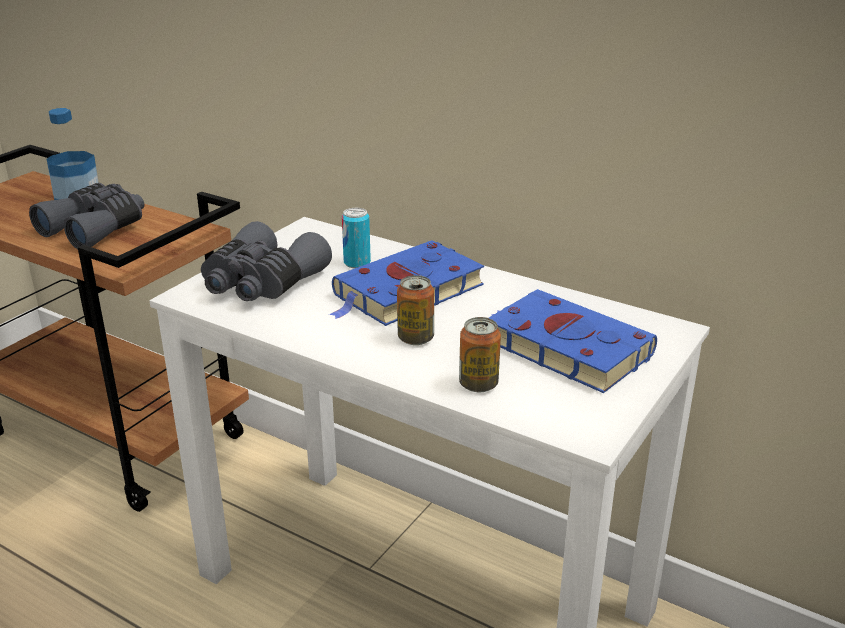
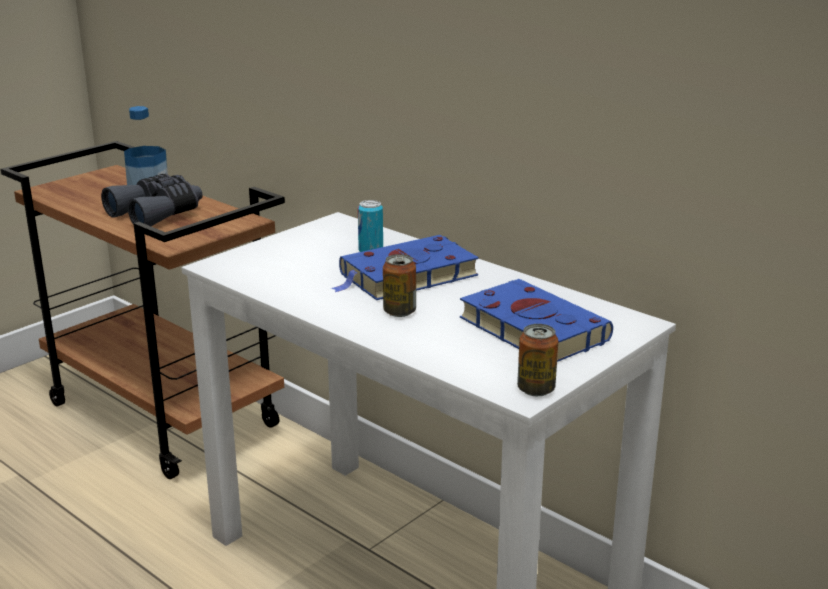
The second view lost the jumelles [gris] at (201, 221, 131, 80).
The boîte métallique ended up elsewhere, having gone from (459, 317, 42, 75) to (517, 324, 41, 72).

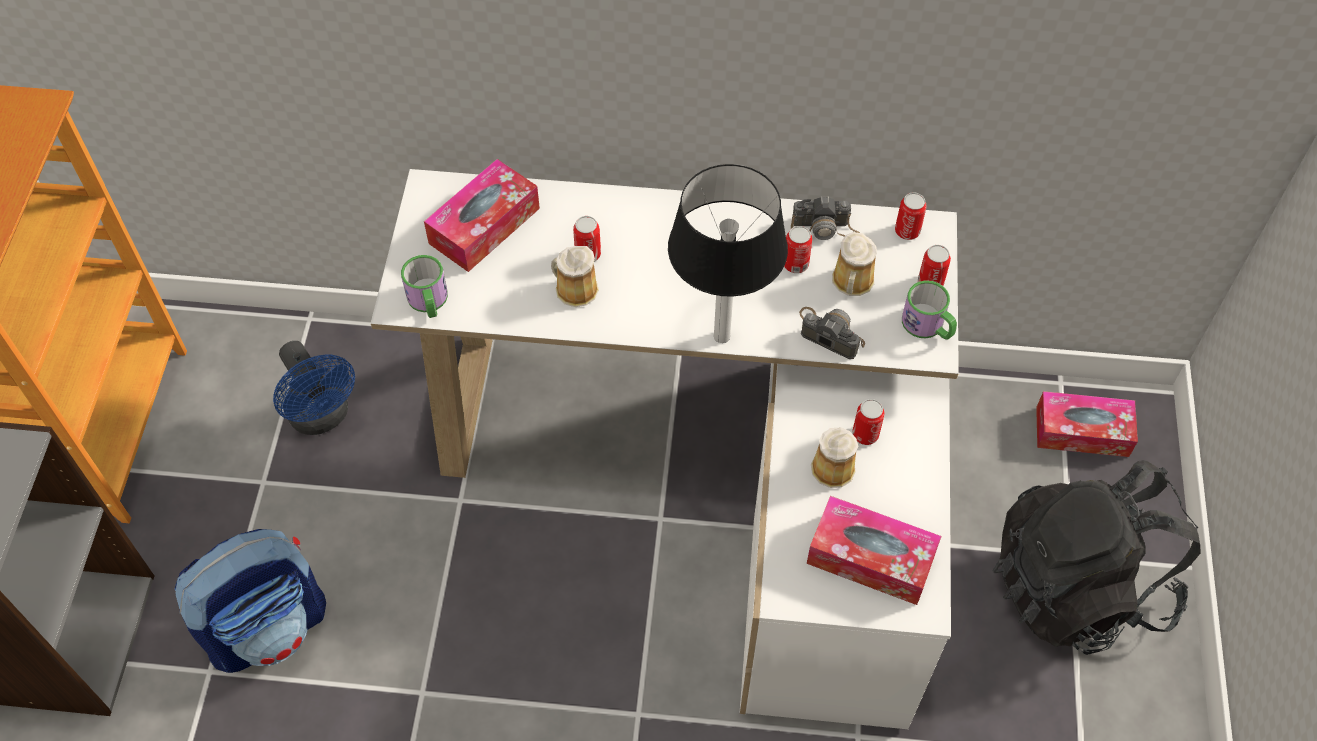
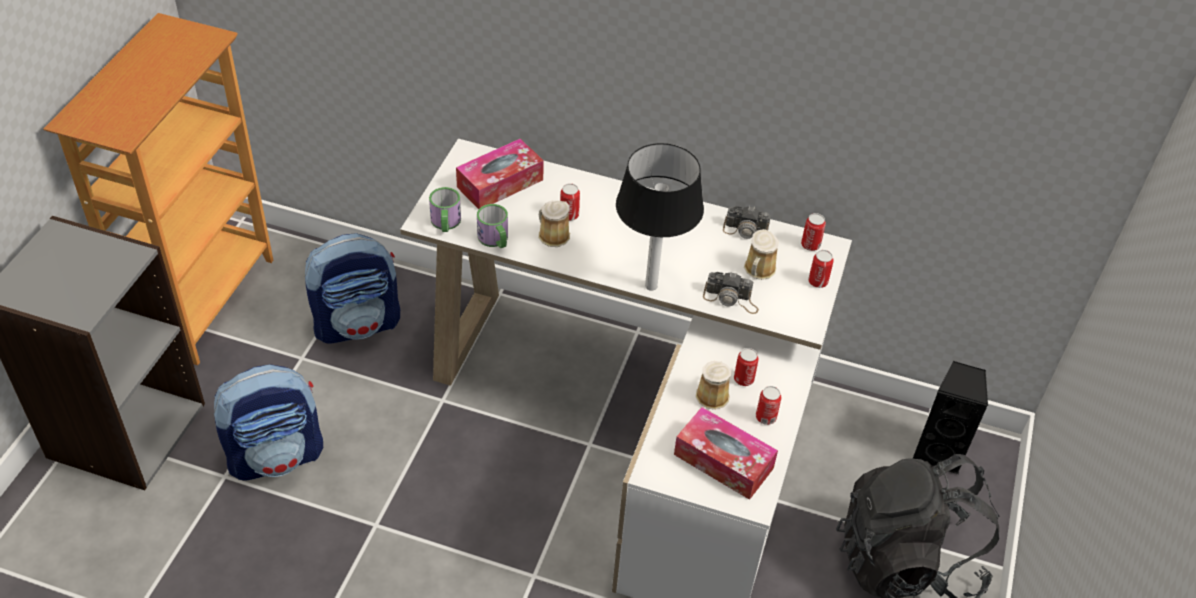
The boîte métallique ended up elsewhere, having gone from (784, 226, 28, 47) to (756, 386, 25, 39).
The mug ended up elsewhere, having gone from (902, 280, 55, 60) to (477, 204, 31, 44).
The appareil photo at (799, 307, 66, 52) ended up facing another way, 150 degrees clockwise from before.
Where the ventilateur [bleu] stood at (273, 341, 82, 94), the sac à dos came to stand at (305, 233, 95, 111).
Where the boîte à mouchoirs stood at (1036, 391, 102, 66), the enceinte [noir] came to stand at (913, 361, 75, 113).

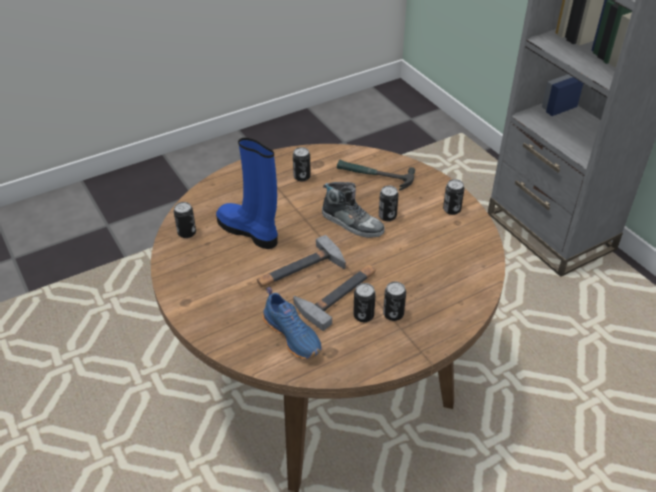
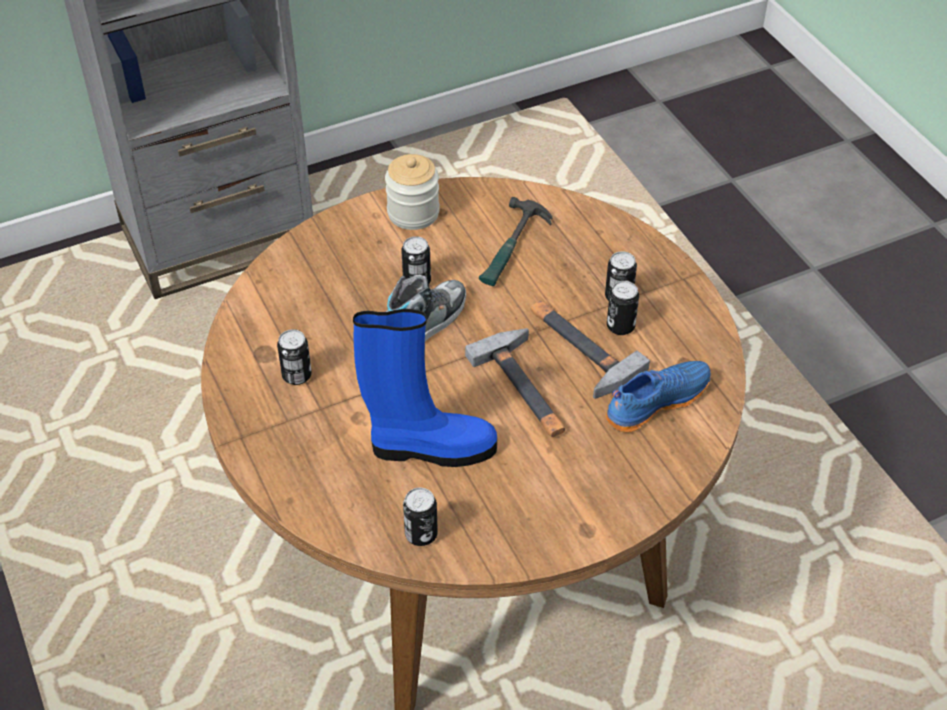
The botte [bleu] at (216, 138, 62, 111) ended up facing another way, 135 degrees counterclockwise from before.
The marteau ended up elsewhere, having gone from (337, 159, 78, 32) to (479, 197, 73, 89).
Where the boîte métallique stood at (443, 179, 21, 36), the bocal came to stand at (385, 154, 55, 76).

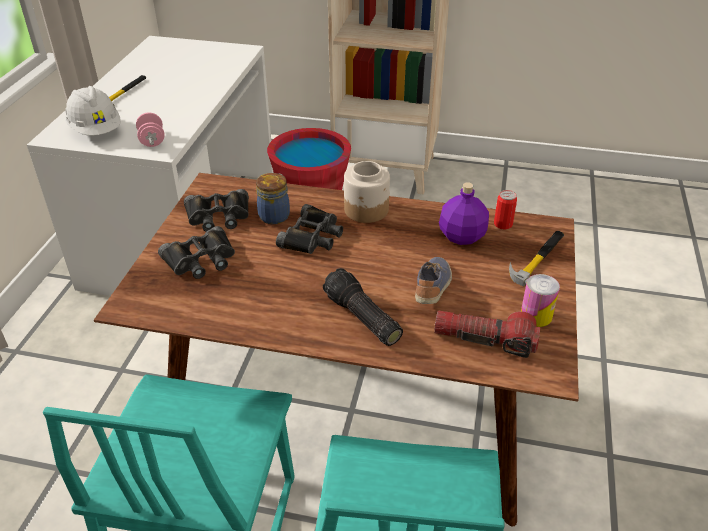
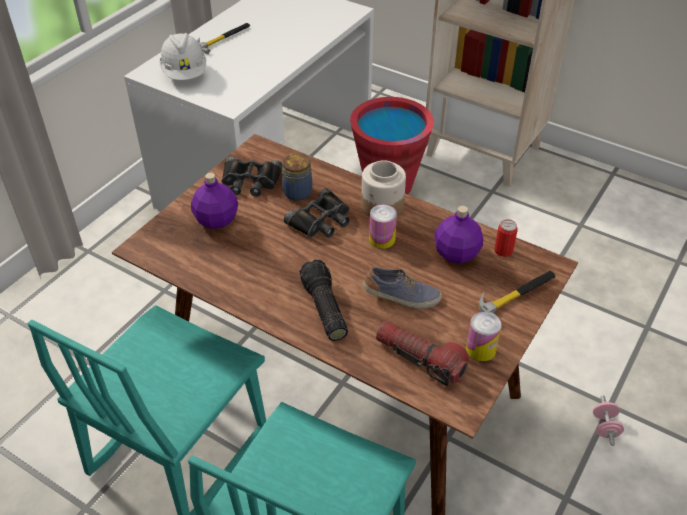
The haltère [rose] ended up elsewhere, having gone from (136, 112, 29, 35) to (593, 395, 31, 51).
Where the jumelles [noir] stood at (158, 226, 77, 53), the bouteille [violet] came to stand at (191, 173, 47, 56).
The chaussure at (415, 257, 37, 47) ended up facing another way, 60 degrees clockwise from before.
The second view gained the boîte métallique at (369, 205, 28, 44).

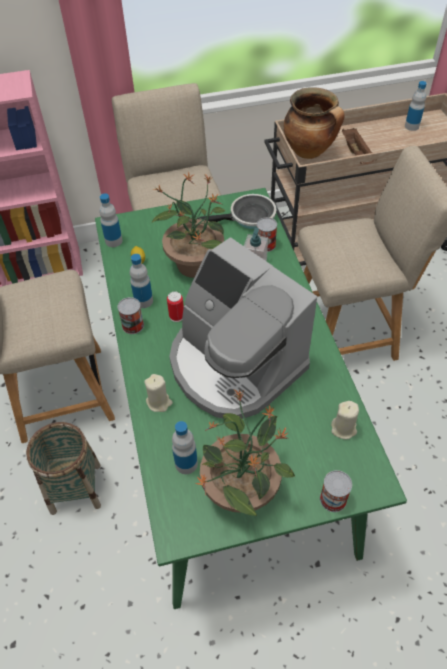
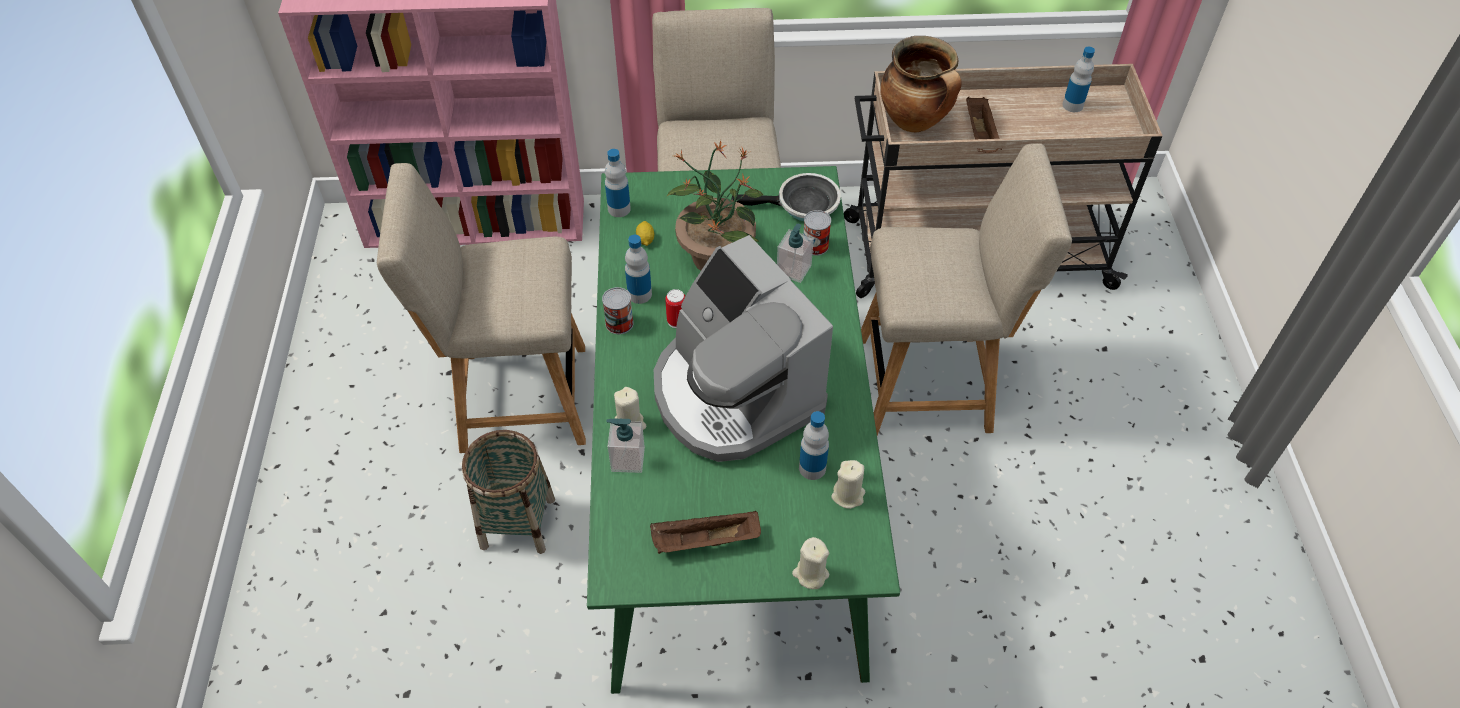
Where the plante en pot stood at (195, 389, 100, 127), the plateau [marron] came to stand at (650, 511, 111, 43).
The bouteille ended up elsewhere, having gone from (172, 421, 26, 53) to (799, 411, 30, 69).
Where the boîte métallique stood at (320, 470, 32, 42), the bougie [beige] came to stand at (792, 537, 37, 52).
The second view gained the distributeur de savon at (606, 419, 39, 54).

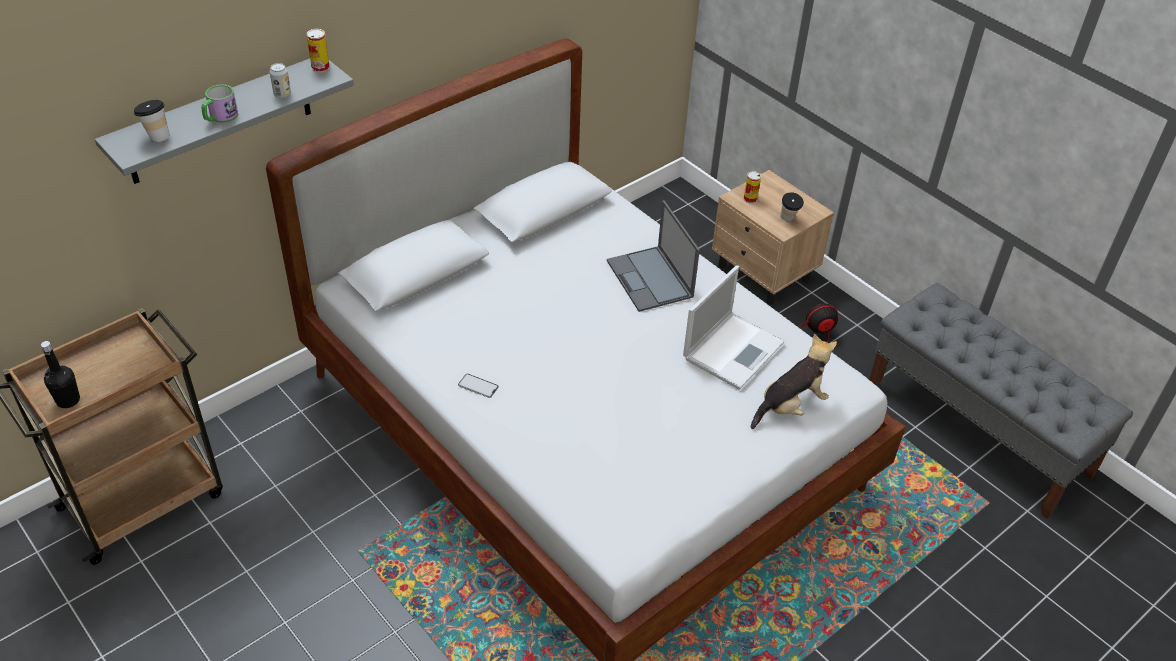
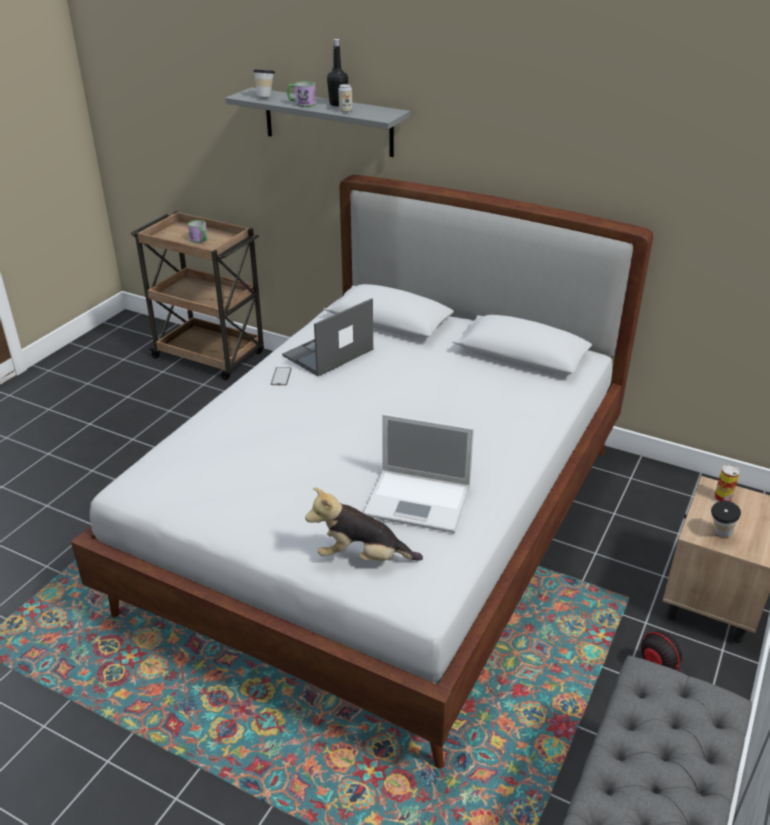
The second view lost the boîte métallique at (307, 29, 23, 44).
The ordinateur portable ended up elsewhere, having gone from (607, 200, 93, 112) to (282, 298, 91, 78).
The peluche at (751, 334, 86, 95) ended up facing another way, 150 degrees clockwise from before.
The bouteille [noir] ended up elsewhere, having gone from (41, 341, 39, 67) to (327, 39, 21, 67).
The second view gained the mug at (188, 220, 20, 23).

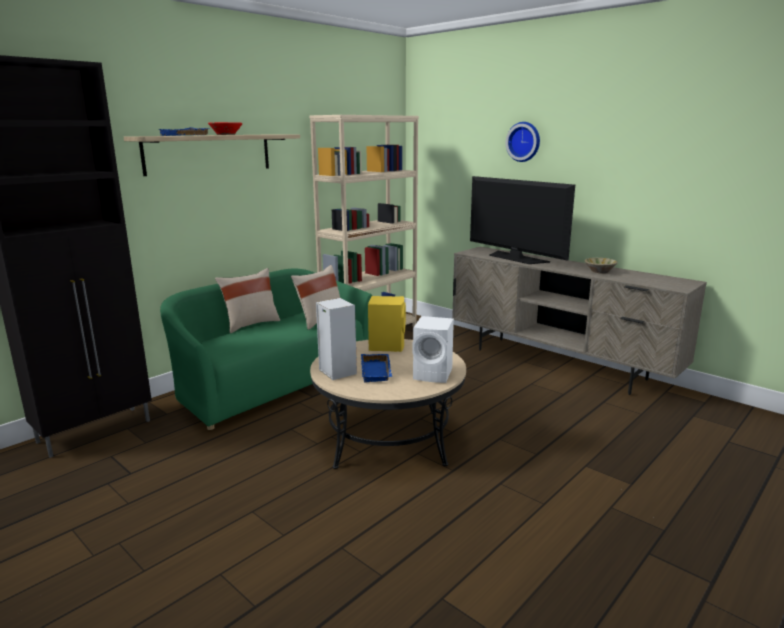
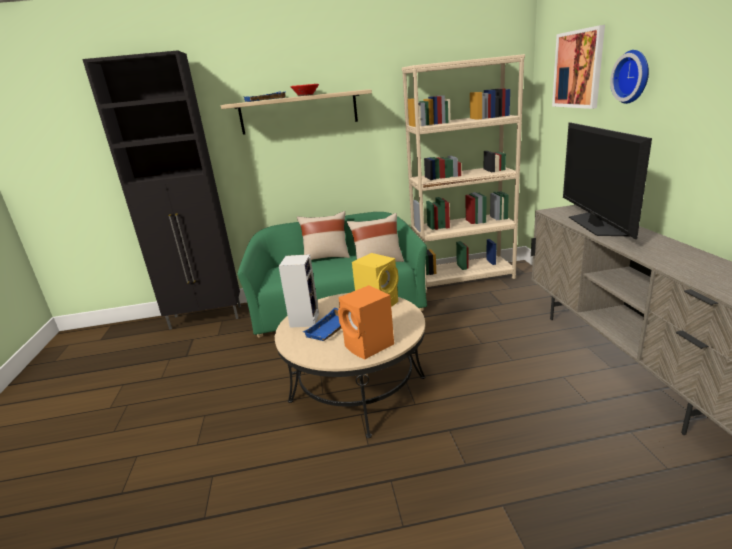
The second view lost the bol [beige] at (585, 258, 33, 16).
What was the enceinte [blanc] at (413, 316, 41, 67) turned into the enceinte [orange] at (338, 285, 56, 74).
The second view gained the tableau at (552, 25, 53, 84).

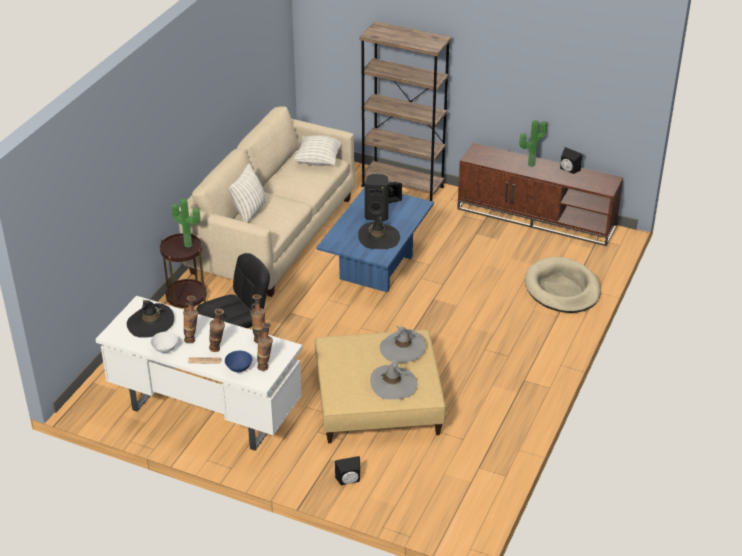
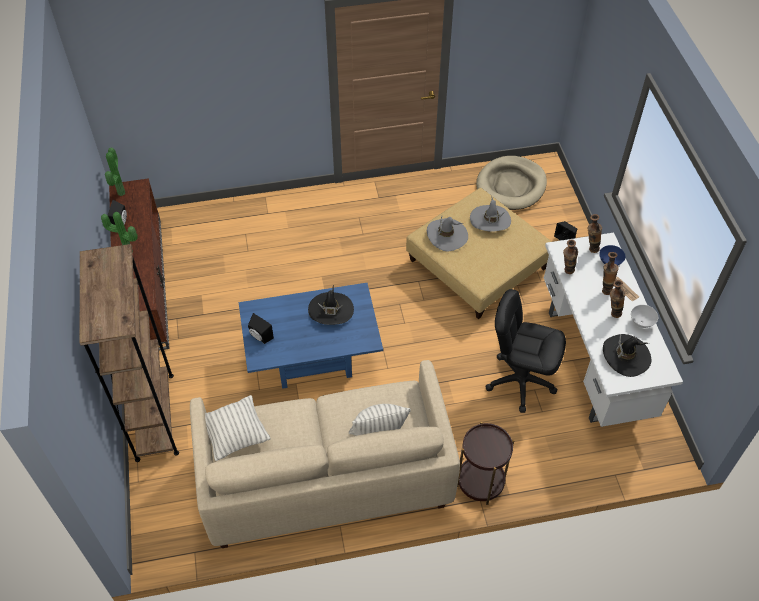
The second view lost the enceinte [noir] at (365, 174, 24, 47).
The plante en pot ended up elsewhere, having gone from (172, 198, 29, 50) to (105, 147, 20, 49).
The panier pour chien [beige] ended up elsewhere, having gone from (525, 257, 76, 56) to (476, 156, 71, 54).

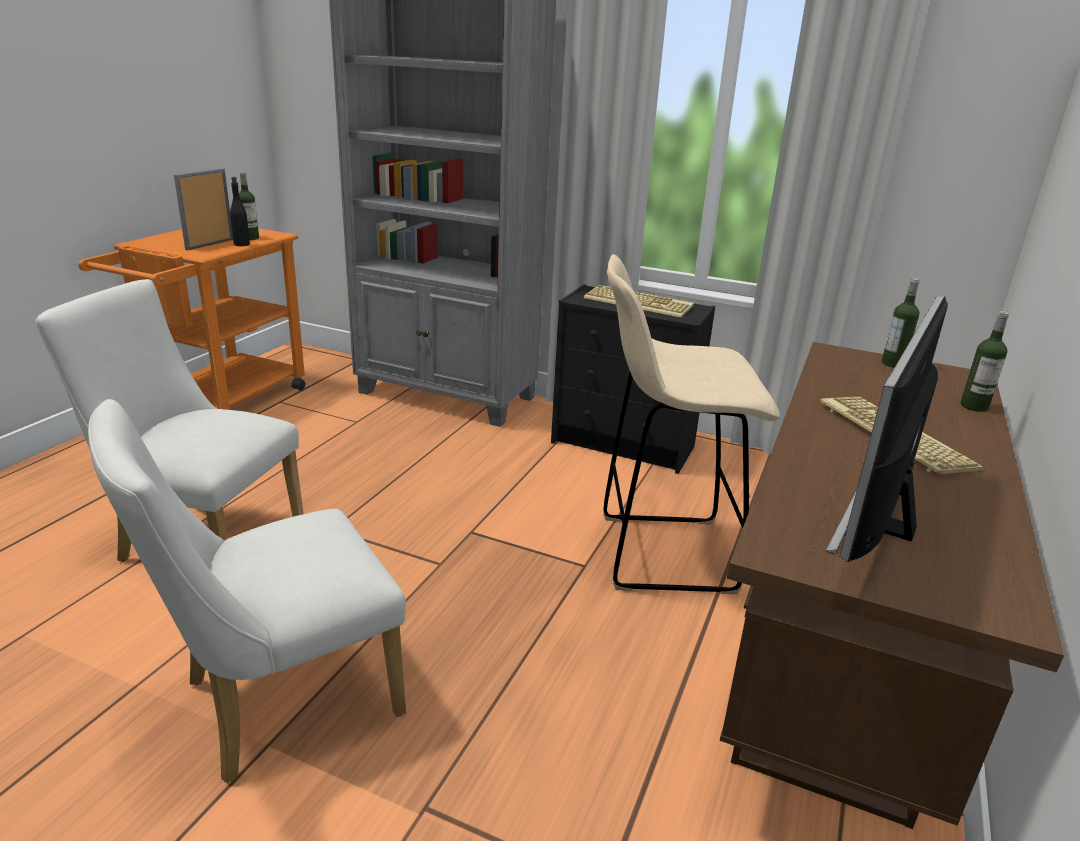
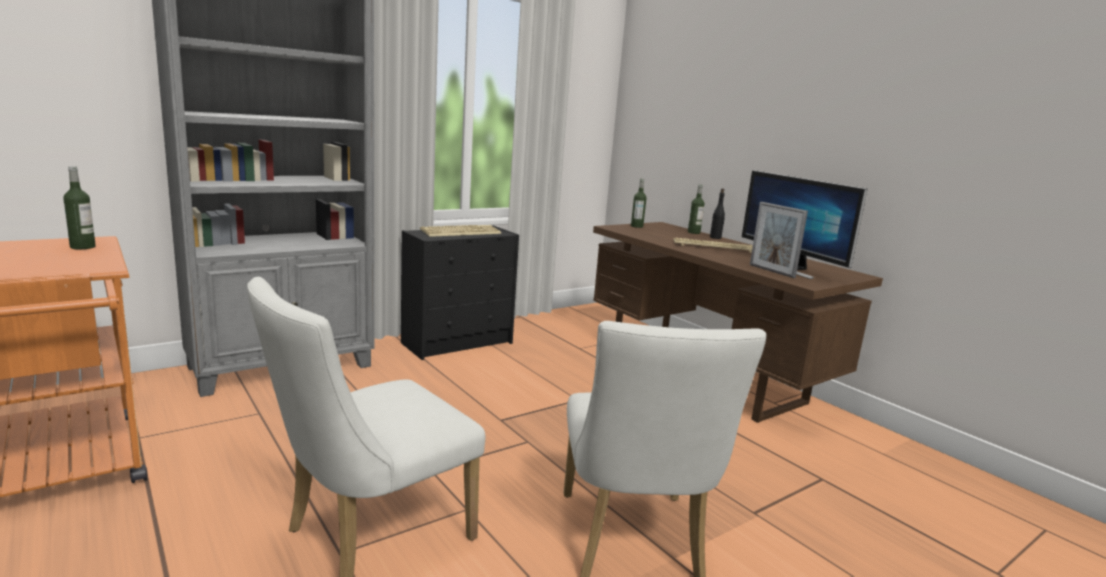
The cadre photo ended up elsewhere, having gone from (174, 168, 59, 83) to (750, 202, 58, 76).
The bouteille [noir] ended up elsewhere, having gone from (230, 177, 20, 69) to (710, 188, 15, 51).
The second view lost the tabouret [beige] at (603, 254, 177, 340).

